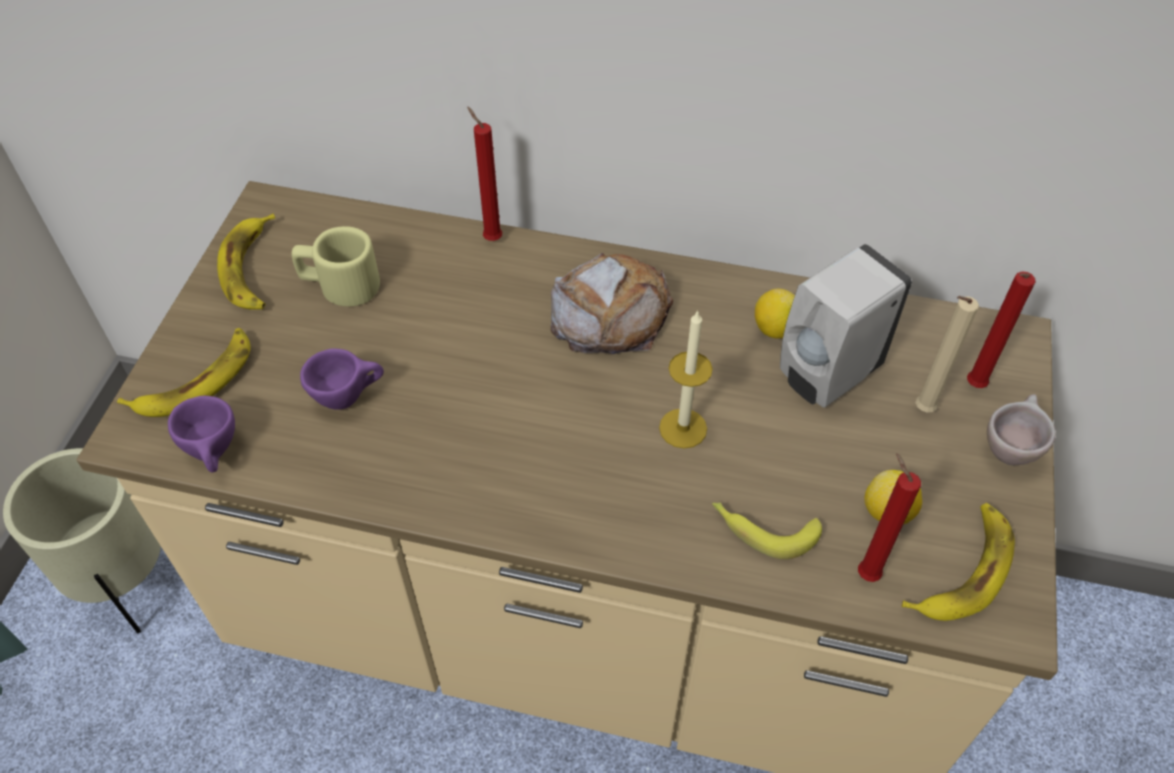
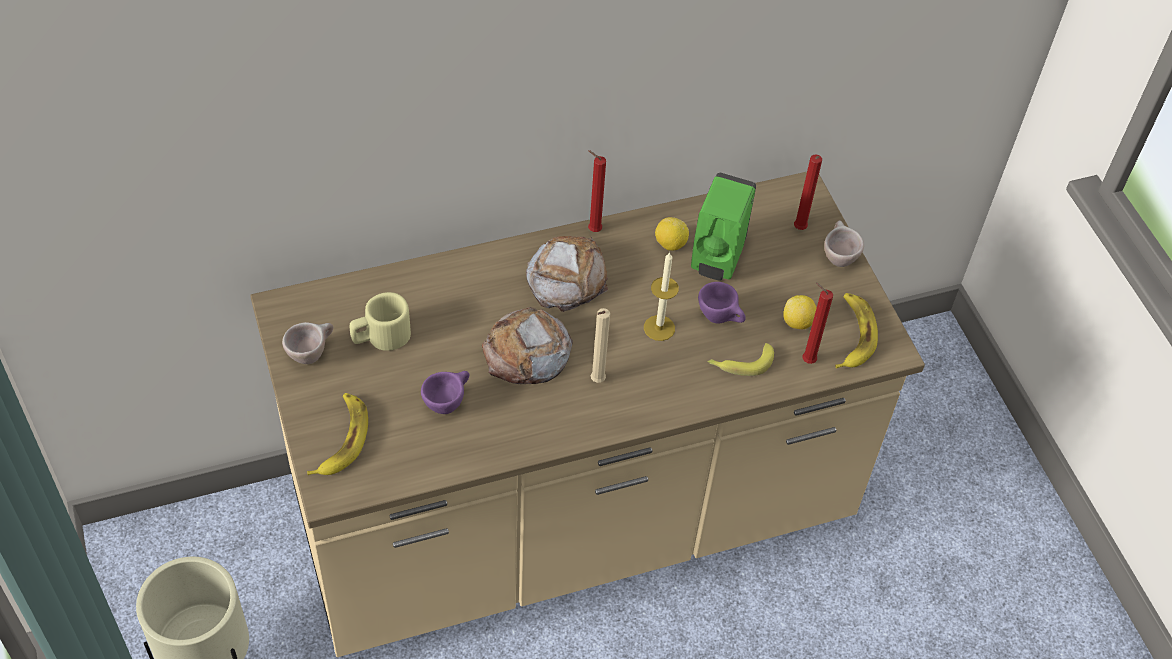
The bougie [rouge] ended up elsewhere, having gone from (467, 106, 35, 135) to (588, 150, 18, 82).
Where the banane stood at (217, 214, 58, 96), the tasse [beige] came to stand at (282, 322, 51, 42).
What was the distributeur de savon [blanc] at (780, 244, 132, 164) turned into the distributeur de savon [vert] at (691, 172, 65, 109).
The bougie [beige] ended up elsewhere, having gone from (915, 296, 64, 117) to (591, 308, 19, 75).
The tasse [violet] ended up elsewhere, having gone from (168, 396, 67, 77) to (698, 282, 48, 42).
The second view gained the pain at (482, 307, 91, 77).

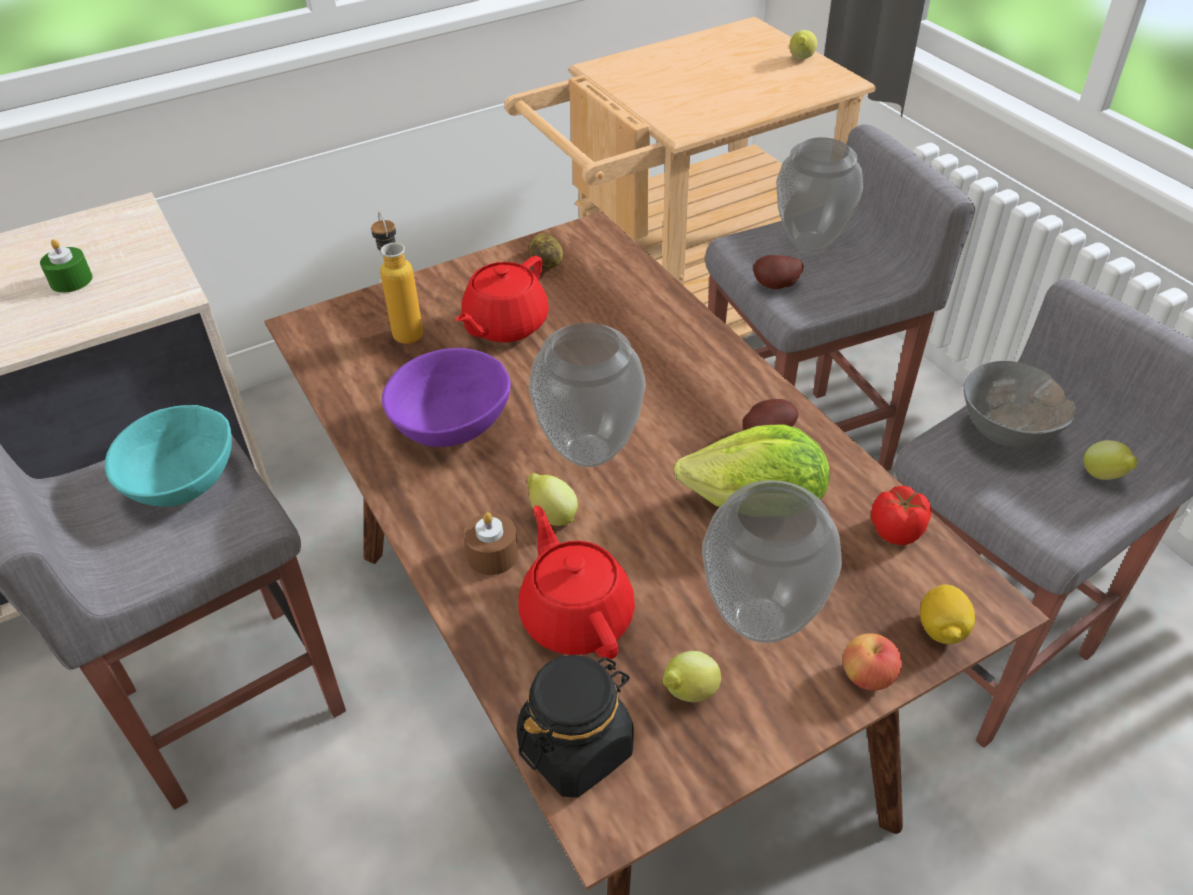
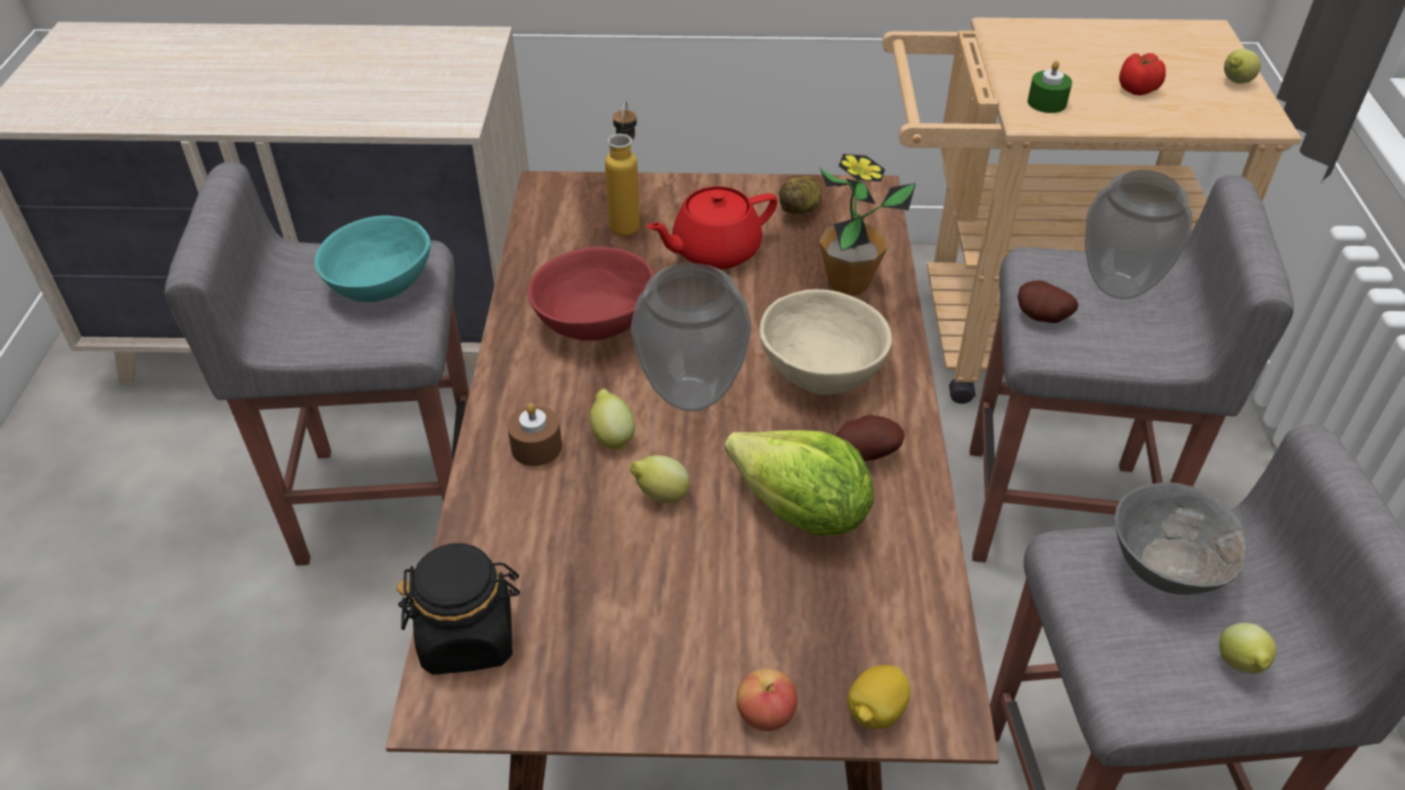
The bougie [vert] ended up elsewhere, having gone from (40, 239, 53, 54) to (1027, 60, 45, 53).
What was the bol [violet] at (382, 348, 129, 99) turned into the bol [rouge] at (528, 247, 126, 94).
The second view lost the vase at (702, 480, 140, 163).
The tomate ended up elsewhere, having gone from (871, 486, 61, 59) to (1119, 53, 47, 42).
The second view lost the théière [rouge] at (518, 505, 117, 154).
The citron ended up elsewhere, having gone from (663, 651, 58, 51) to (630, 455, 60, 48).
The second view gained the plante en pot at (819, 154, 97, 142).
The second view gained the bol [beige] at (759, 289, 133, 106).

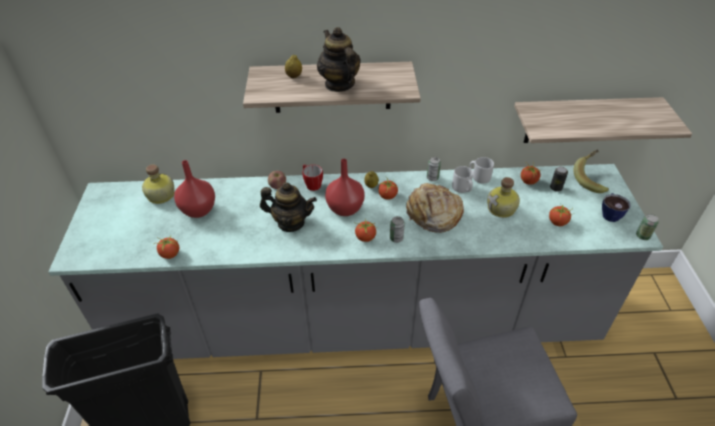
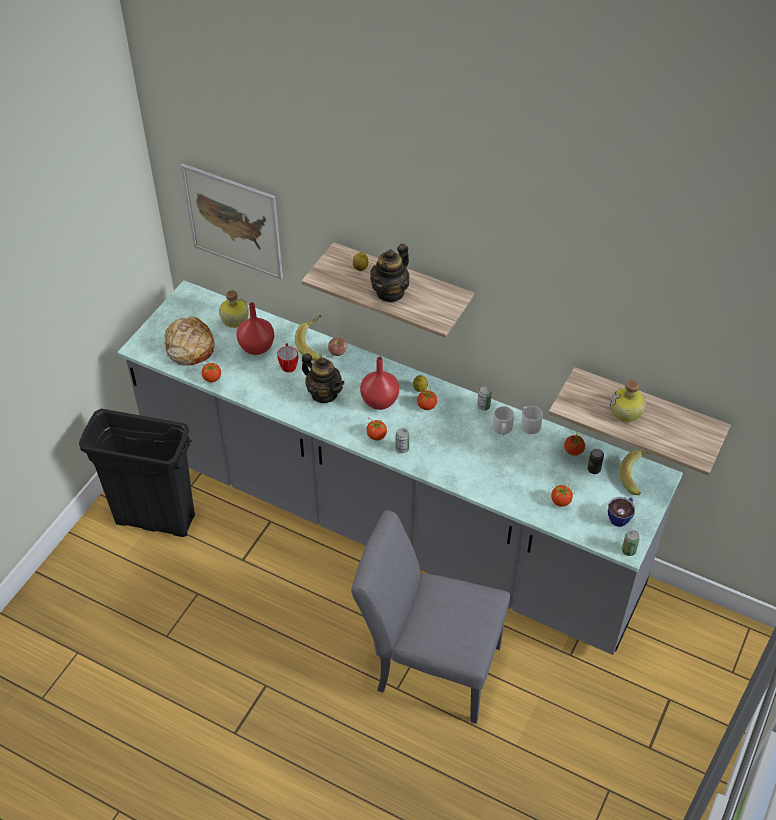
The théière at (317, 27, 44, 65) ended up facing another way, 150 degrees counterclockwise from before.
The mug ended up elsewhere, having gone from (302, 164, 21, 27) to (277, 343, 21, 30).
The bouteille ended up elsewhere, having gone from (487, 177, 33, 41) to (610, 380, 36, 43).
The pain ended up elsewhere, having gone from (406, 183, 58, 50) to (164, 316, 51, 50).
The second view gained the tableau at (181, 164, 102, 115).
The second view gained the banane at (295, 315, 28, 46).

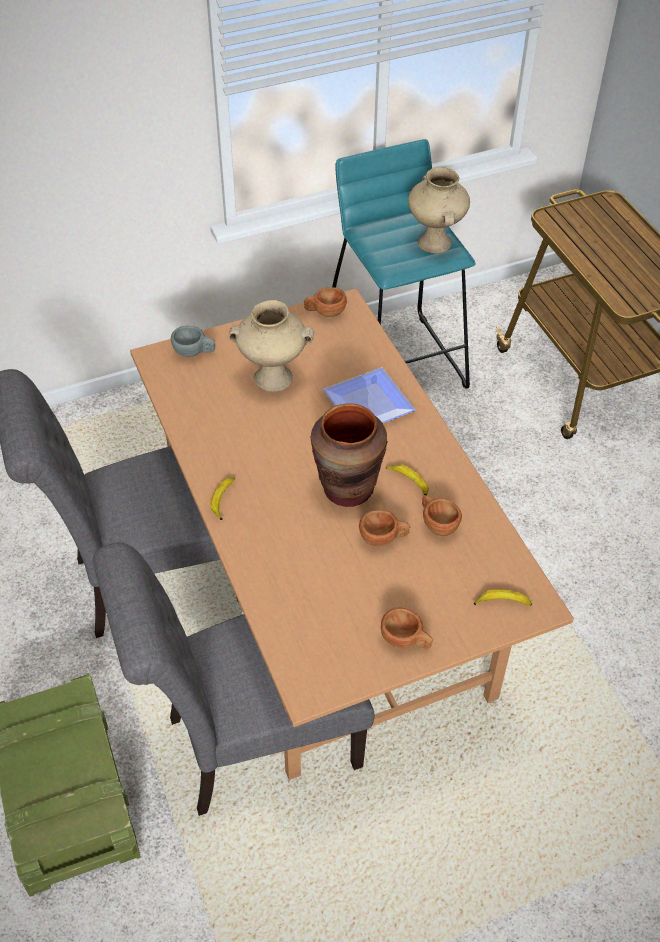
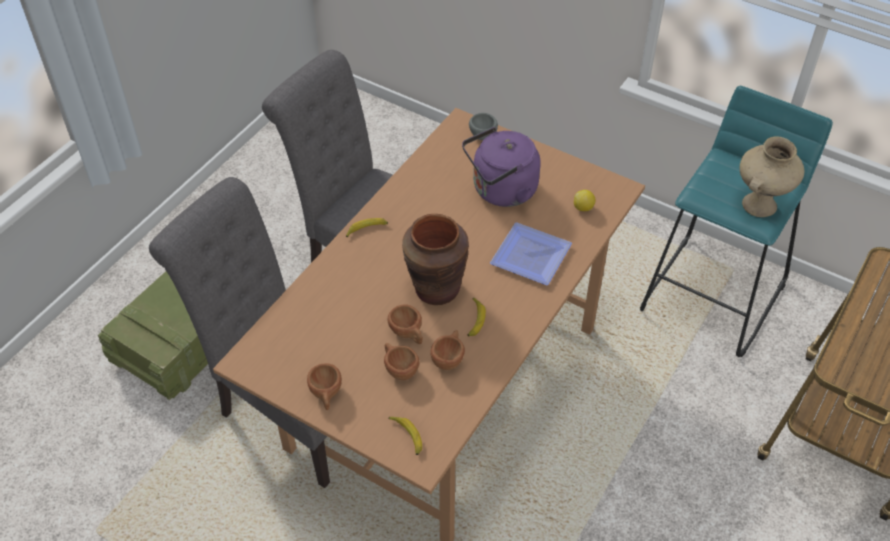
The tasse [marron] ended up elsewhere, having gone from (304, 287, 43, 30) to (384, 343, 36, 37).
Where the vase [beige] stood at (229, 300, 85, 92), the bouilloire [violet] came to stand at (462, 127, 79, 80).
The second view gained the citron at (574, 190, 22, 21).

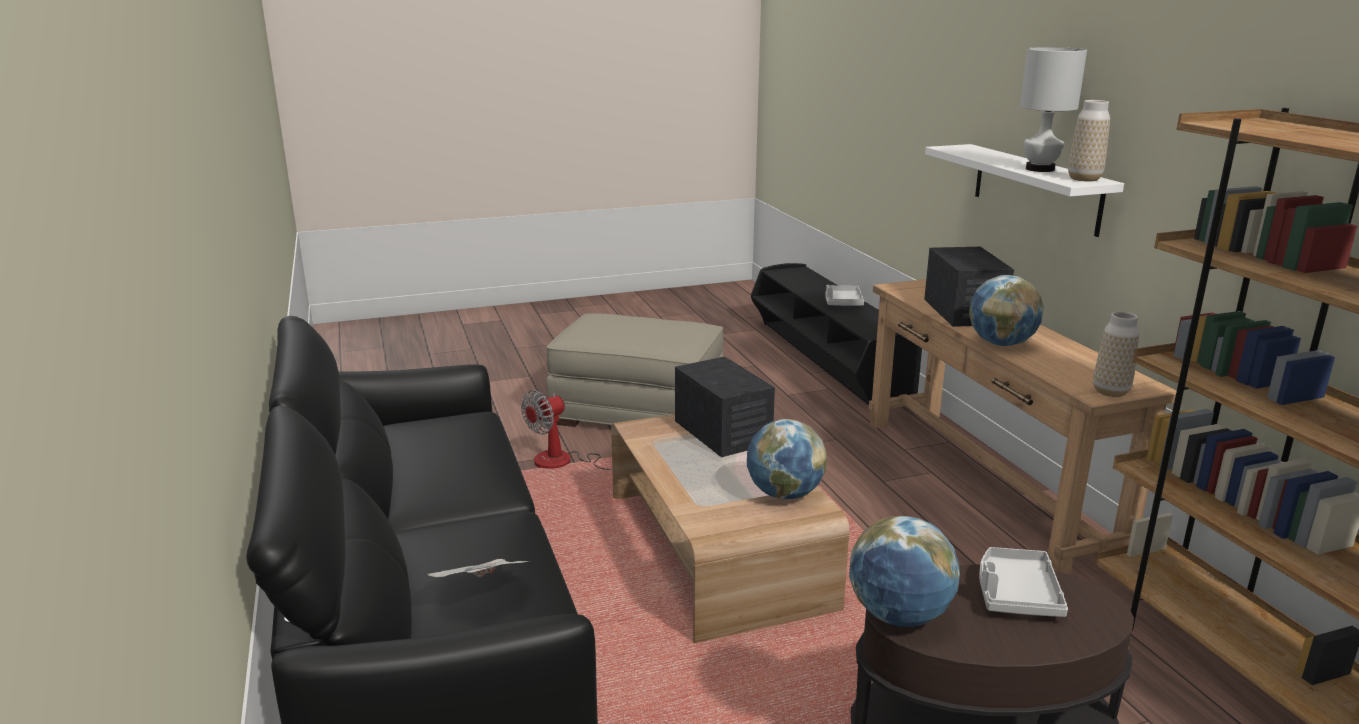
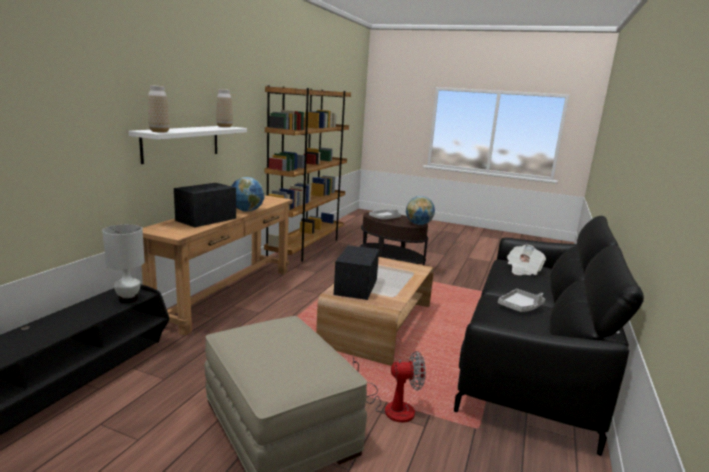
The lampe de table [blanc] ended up elsewhere, having gone from (1020, 47, 67, 125) to (102, 224, 43, 79).
The plateau [gris] ended up elsewhere, having gone from (825, 285, 39, 21) to (498, 289, 47, 23).
The vase ended up elsewhere, having gone from (1093, 311, 46, 86) to (148, 85, 22, 48).
The second view lost the globe at (747, 419, 80, 80).

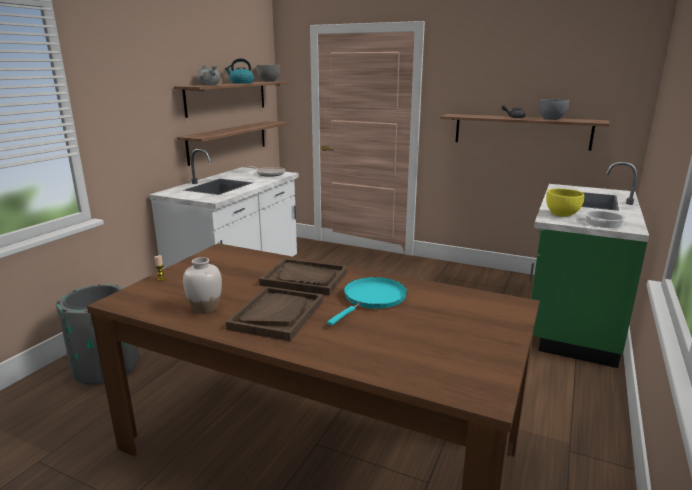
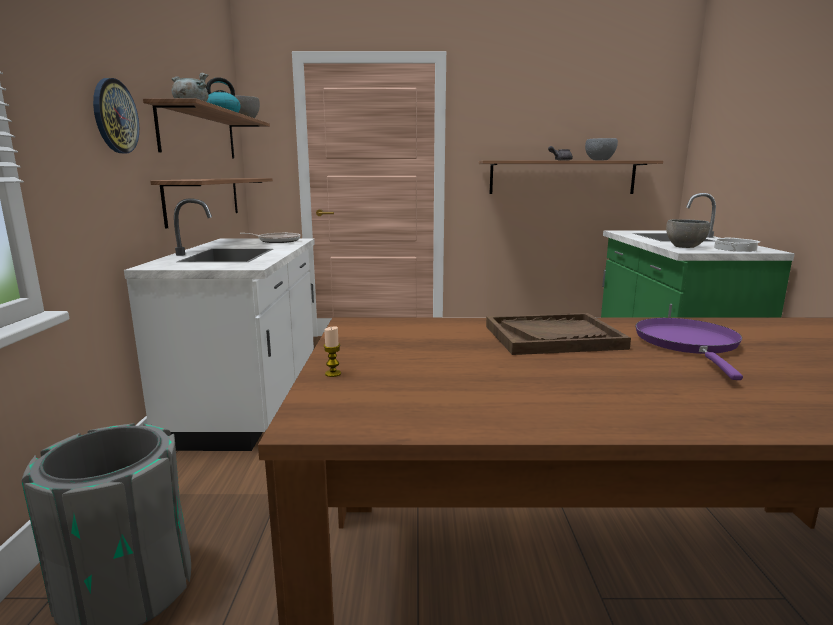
What was the bol [jaune] at (546, 189, 38, 28) turned into the bol [gris] at (666, 219, 44, 29).
The second view lost the vase [blanc] at (183, 257, 39, 57).
What was the poêle [turquoise] at (327, 277, 80, 49) turned into the poêle [violet] at (635, 318, 108, 62).
The second view lost the plateau [marron] at (226, 286, 97, 55).
The second view gained the horloge murale at (93, 78, 46, 75).

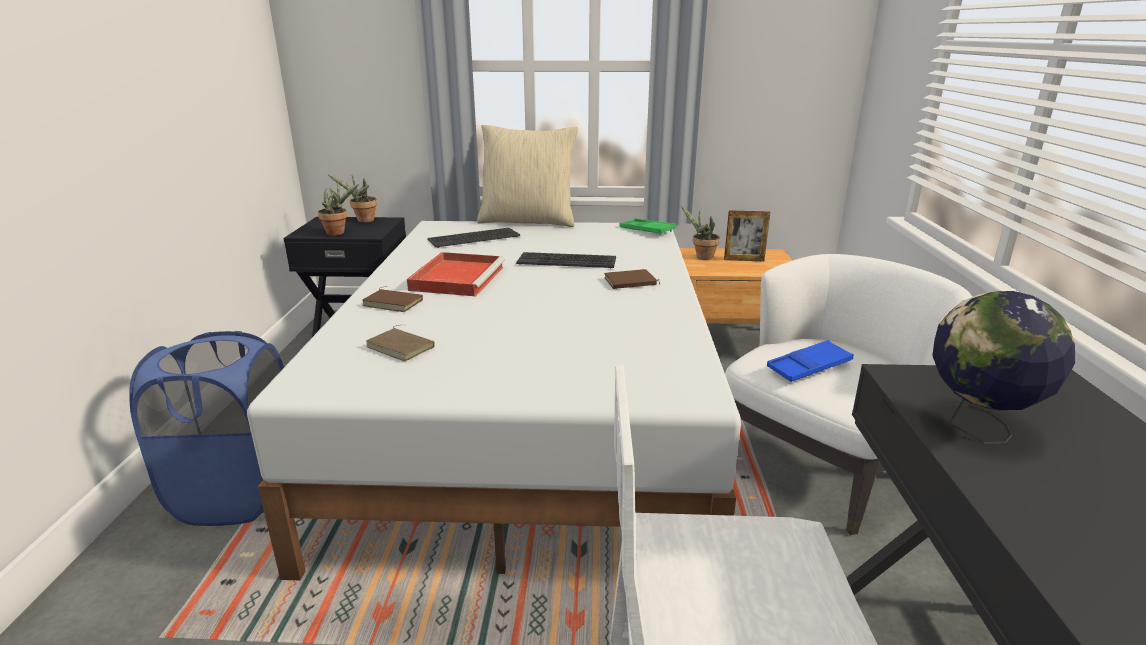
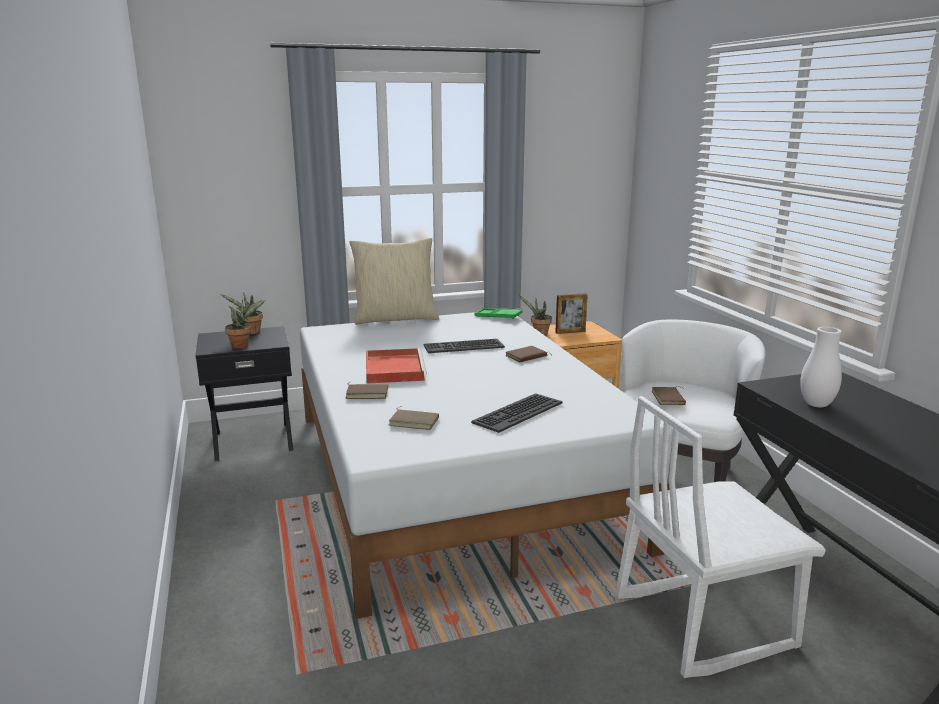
The clavier ended up elsewhere, having gone from (427, 228, 93, 20) to (471, 393, 92, 40).
Where the globe stood at (932, 291, 143, 153), the vase [blanc] came to stand at (800, 327, 42, 80).
The second view lost the panier à linge [bleu] at (129, 331, 155, 195).
Where the plateau [bleu] stood at (767, 340, 87, 42), the livre [marron] came to stand at (652, 386, 34, 19).

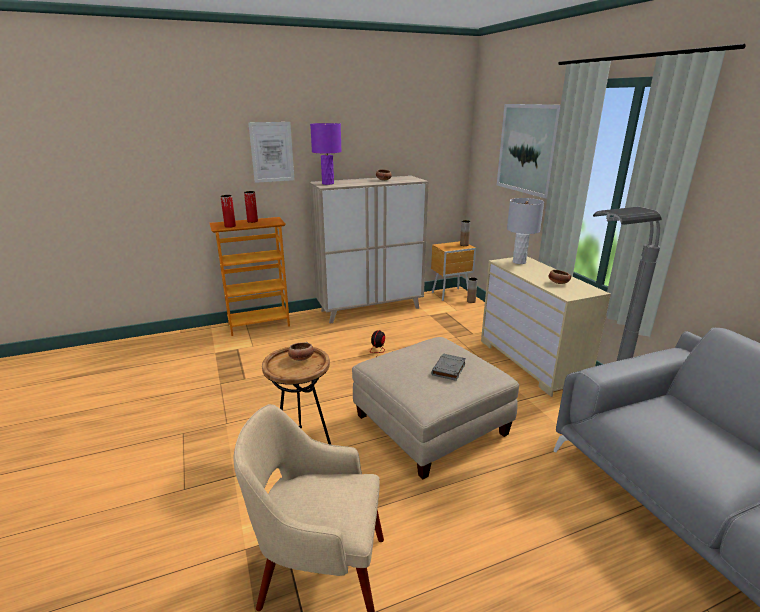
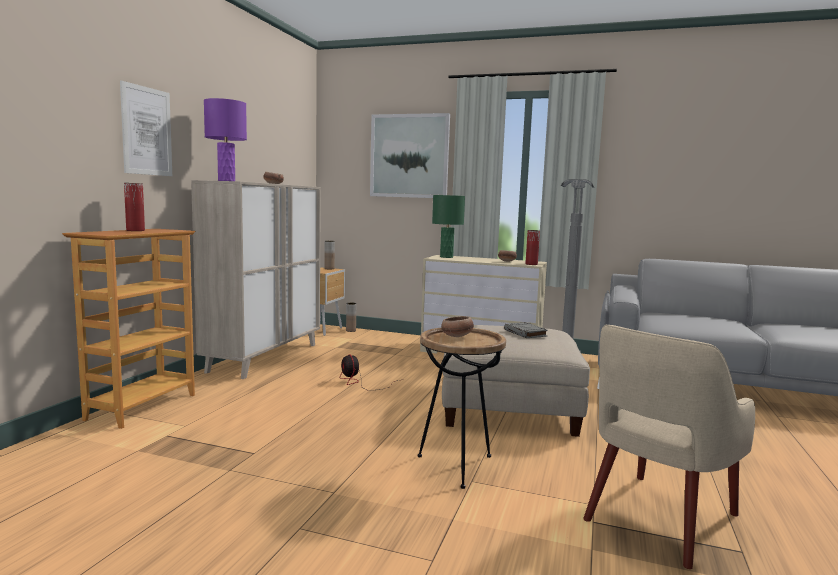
The vase [rouge] ended up elsewhere, having gone from (220, 195, 16, 33) to (525, 230, 15, 35).
What was the lampe de table [gris] at (507, 198, 37, 66) turned into the lampe de table [vert] at (432, 195, 33, 63).

